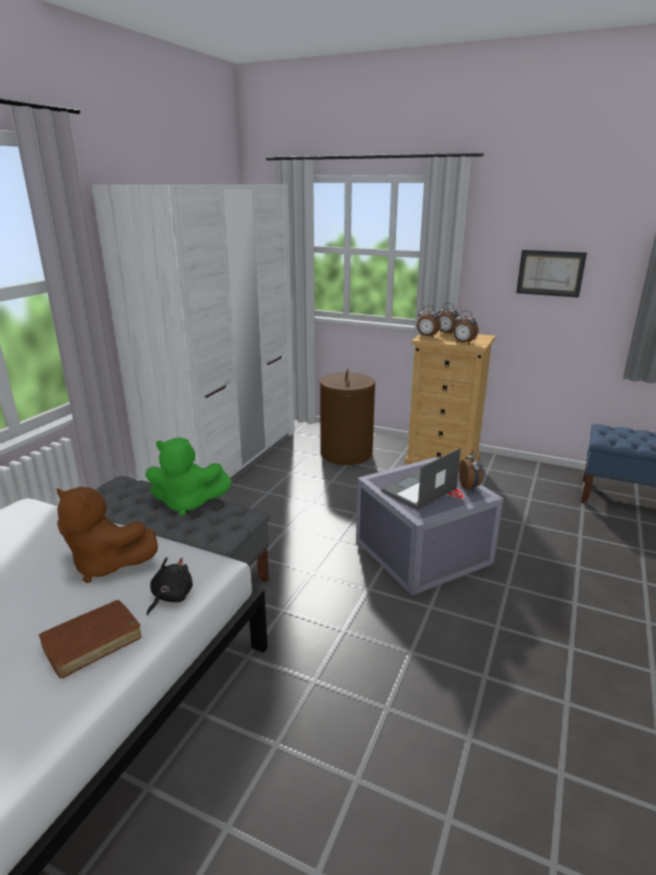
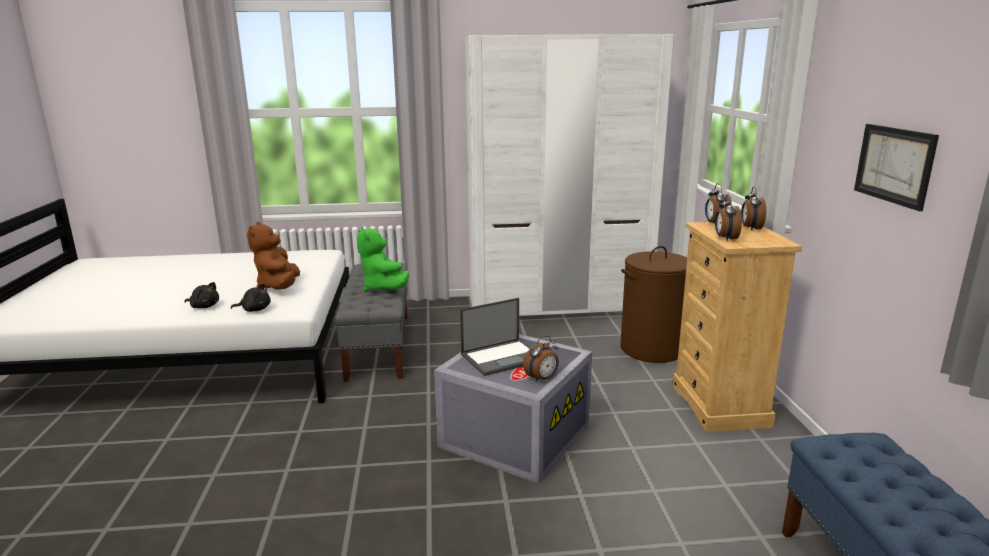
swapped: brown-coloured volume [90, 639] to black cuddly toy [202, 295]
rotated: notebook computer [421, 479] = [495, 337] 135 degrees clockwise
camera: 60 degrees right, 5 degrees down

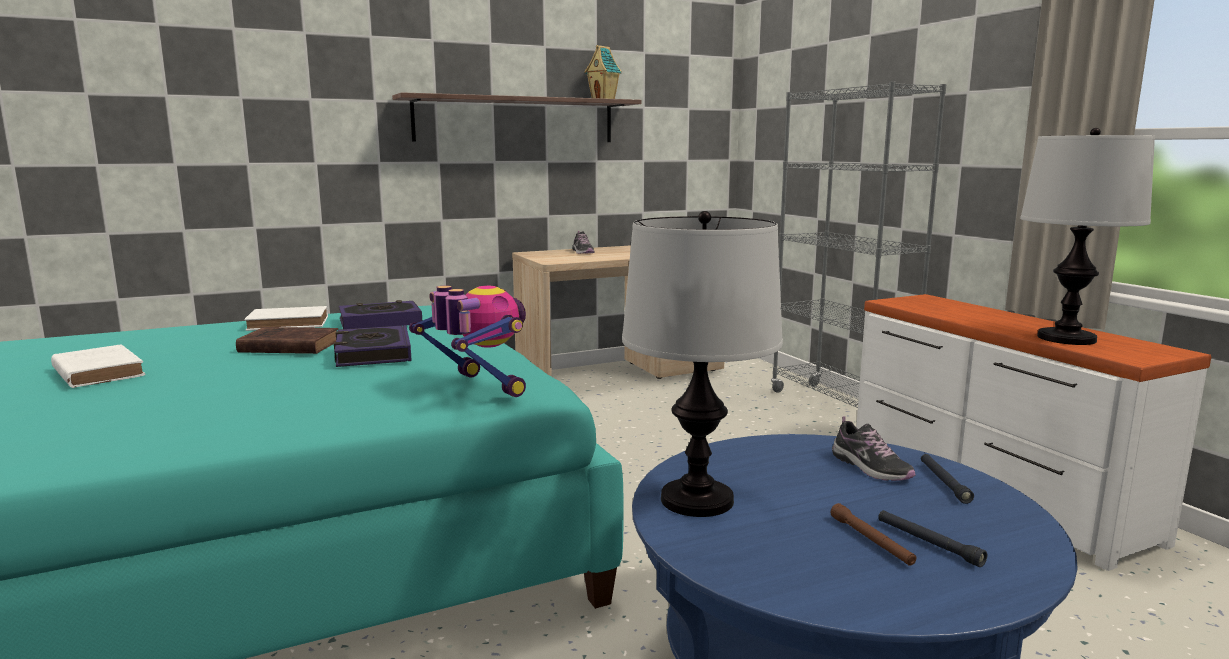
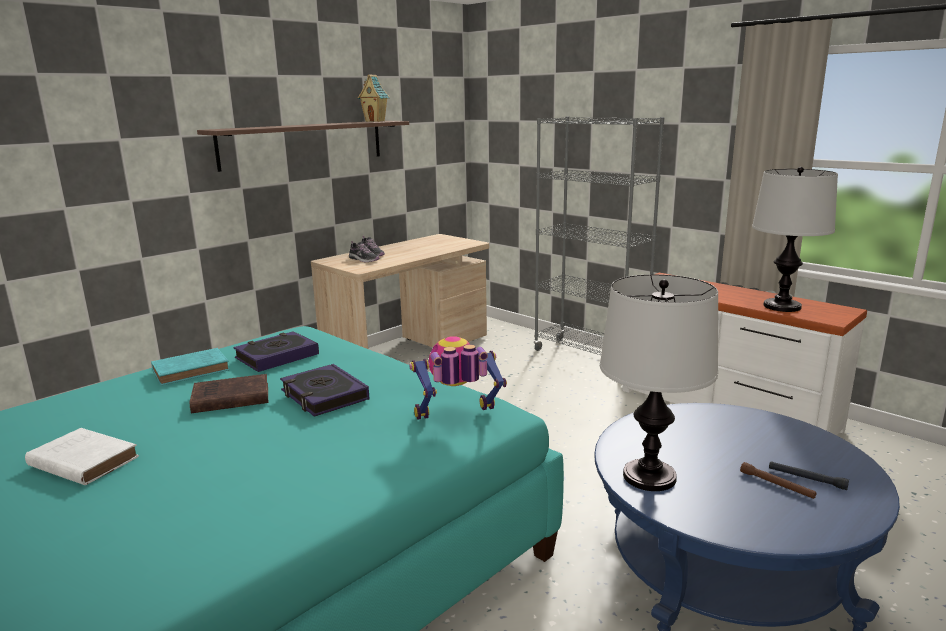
gone: black torch [947, 479]
shifted: item of footwear [874, 448] to [364, 251]
repainted: white-coloured volume [286, 318] to turquoise-coloured volume [190, 367]
rotated: toy robot [467, 341] = [458, 378] 45 degrees counterclockwise
camera: 20 degrees left, 5 degrees up

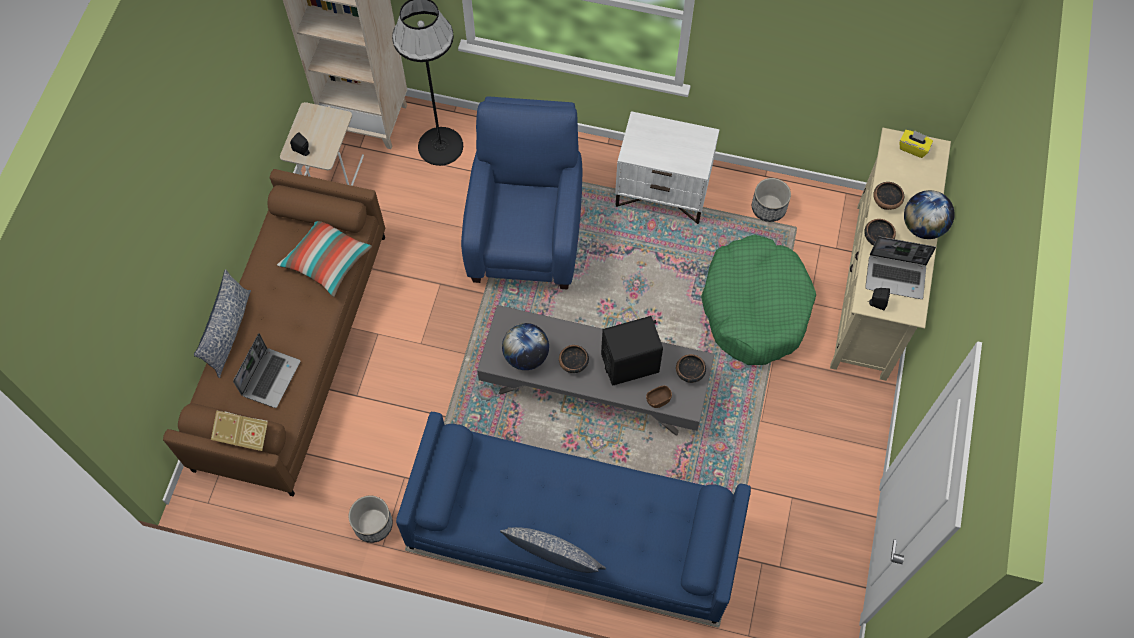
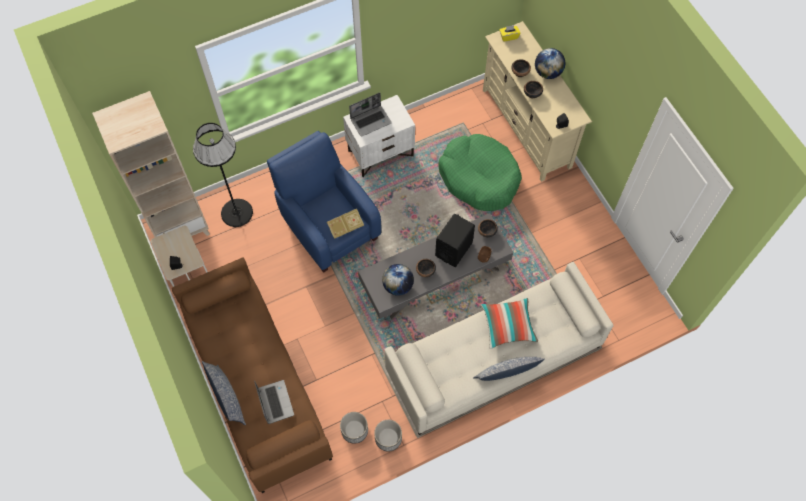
shifted: volume [239, 430] to [345, 224]; plant pot [771, 200] to [354, 428]; notebook computer [900, 268] to [370, 114]; throw pillow [324, 259] to [509, 323]
repainted: blue settee [573, 517] to beige-coloured settee [498, 348]
camera: 40 degrees left, 0 degrees up

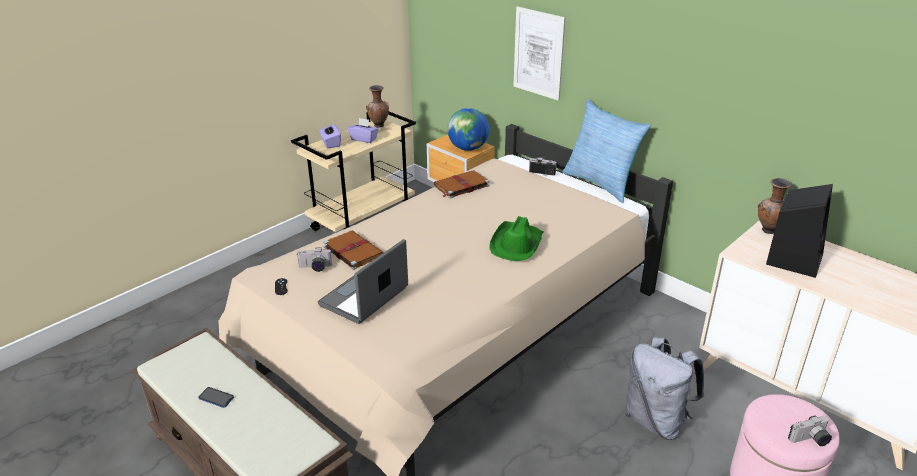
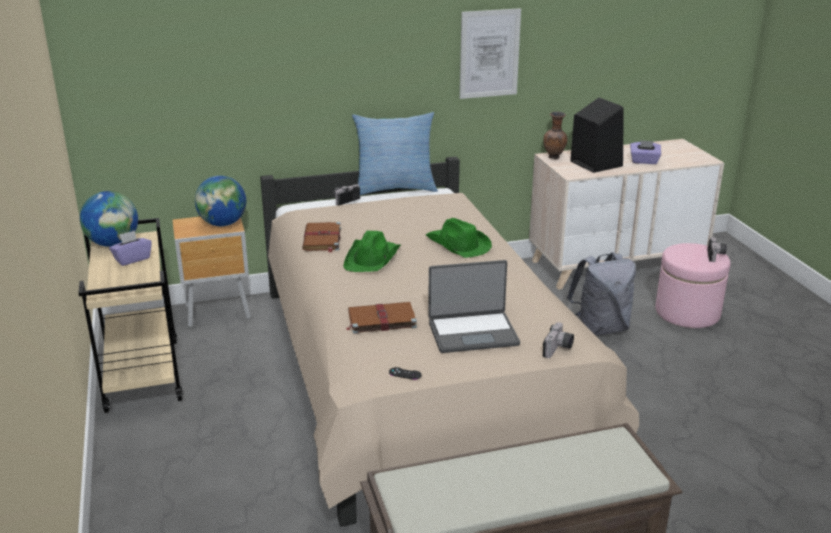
gone: phone [216, 397]
new: greenish hat [372, 251]
shifted: wall picture [539, 53] to [490, 53]; photo camera [314, 259] to [558, 340]; purple tissue holder [330, 135] to [645, 152]
swapped: brown-coloured vase [377, 106] to world globe [109, 219]
rotated: notebook computer [363, 281] = [474, 306] 75 degrees counterclockwise
camera: 60 degrees left, 5 degrees down

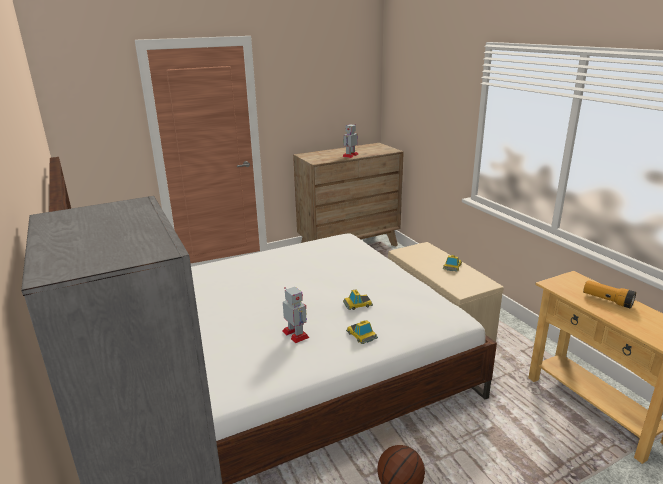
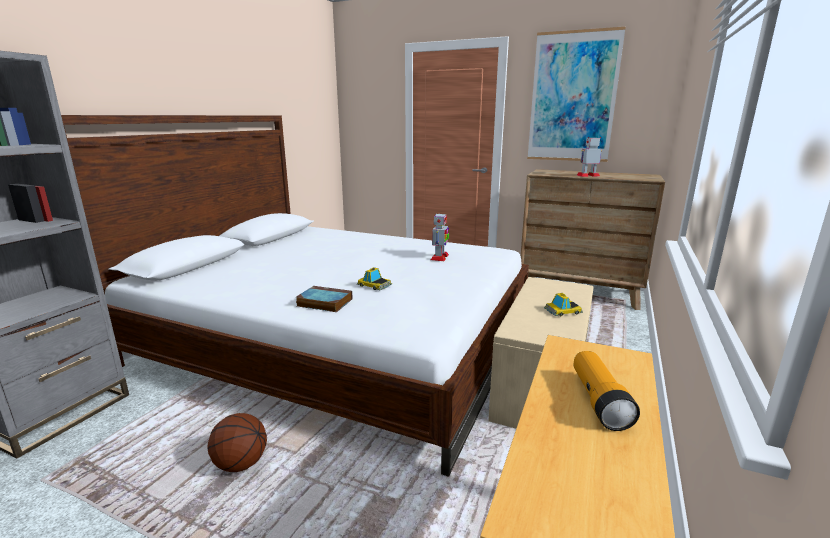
new: wall picture [576, 94]
shifted: toy robot [295, 315] to [440, 236]
swapped: miniature car [362, 332] to volume [324, 299]
camera: 50 degrees right, 5 degrees down

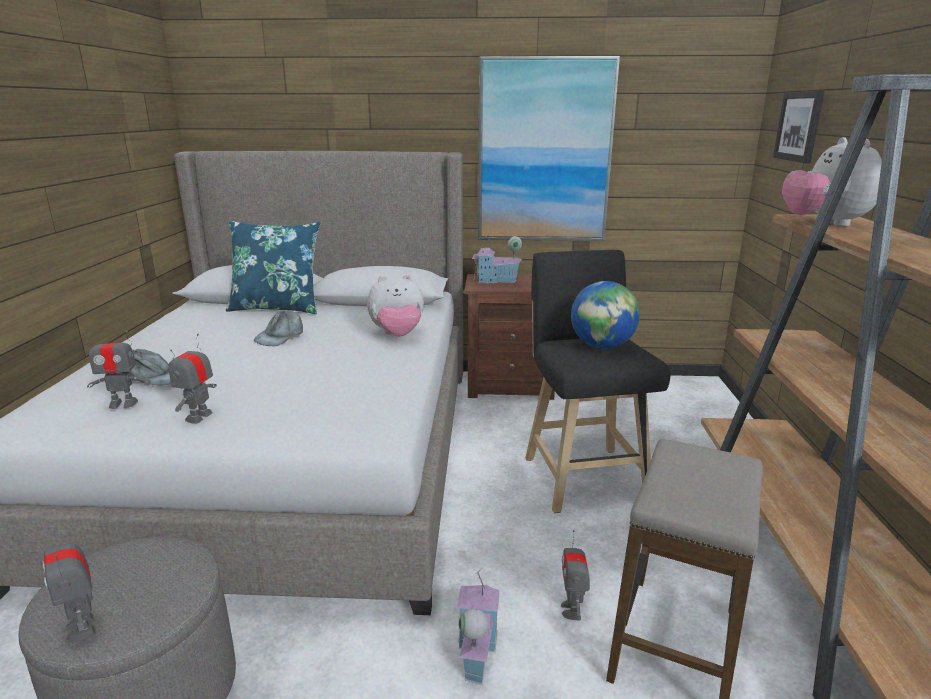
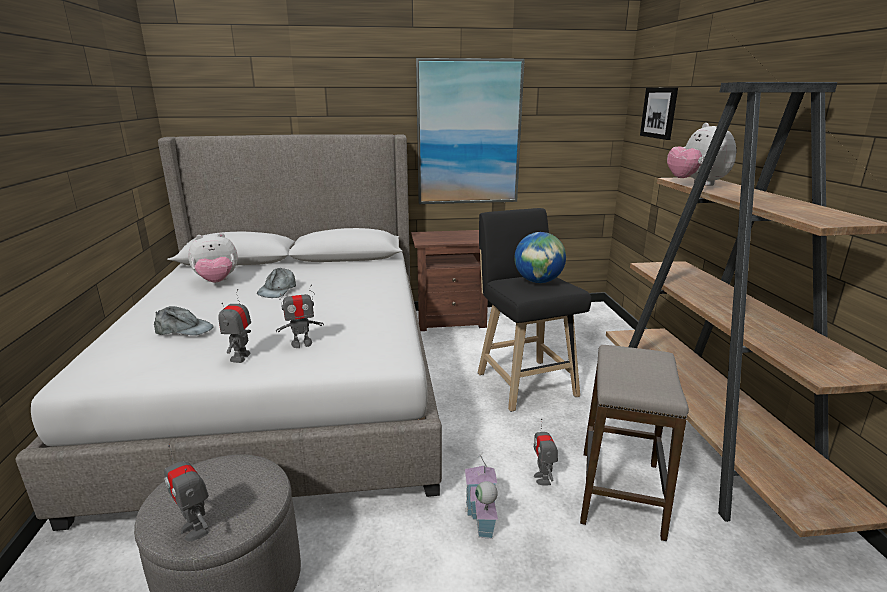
gone: blue throw pillow [273, 267]; toy house [497, 258]
shifted: cuddly toy [395, 305] to [213, 257]; toy robot [116, 370] to [300, 316]
camera: 10 degrees left, 0 degrees up

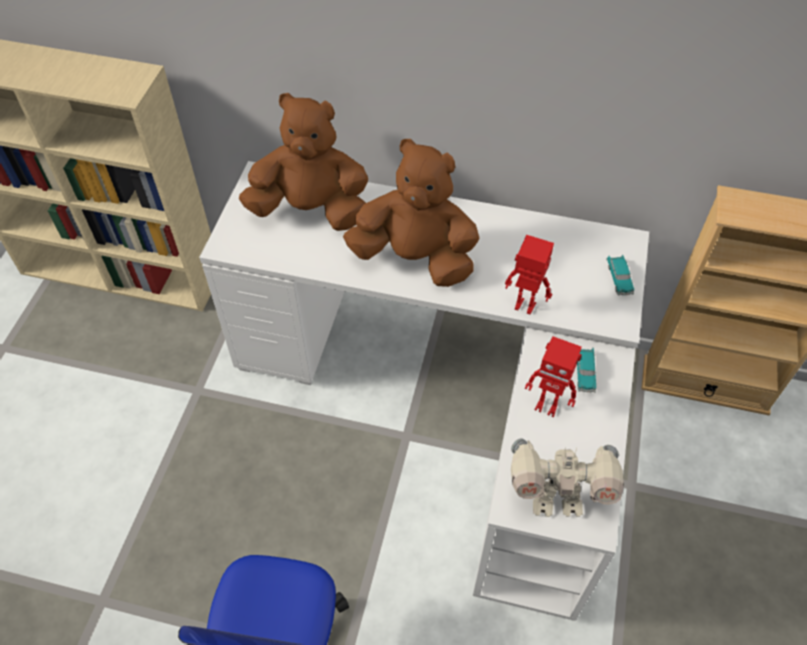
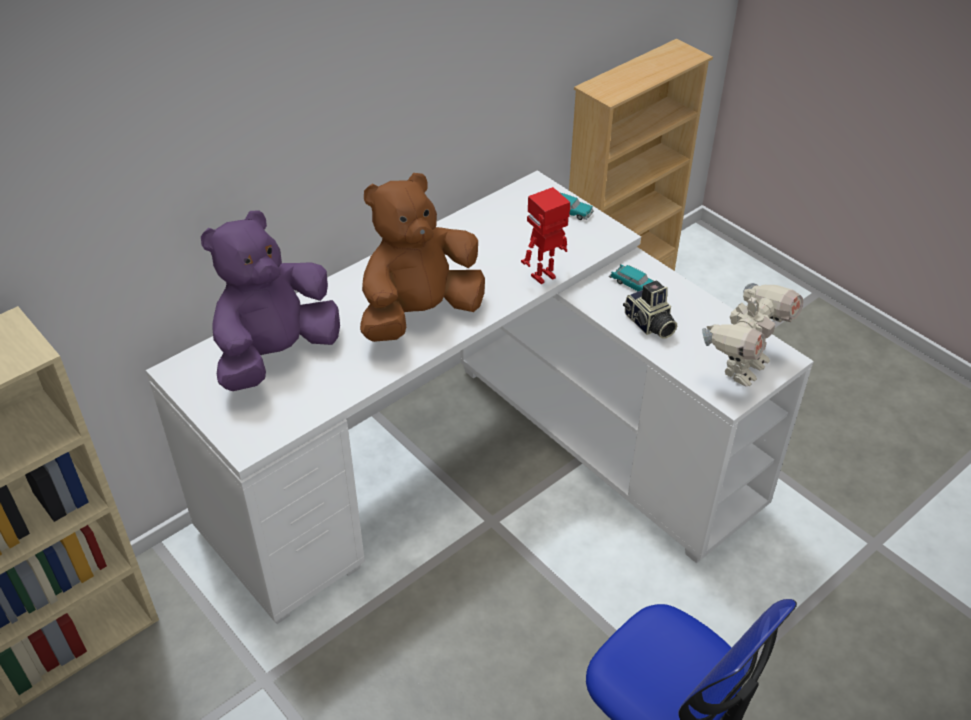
swapped: toy robot [553, 376] to photo camera [650, 309]
repainted: brown-coloured cuddly toy [303, 162] to purple cuddly toy [270, 300]
camera: 55 degrees left, 10 degrees down

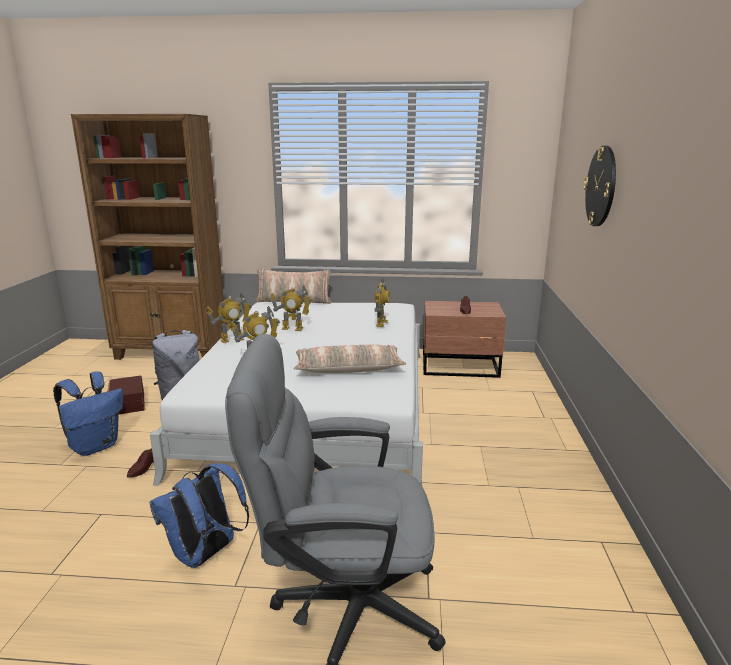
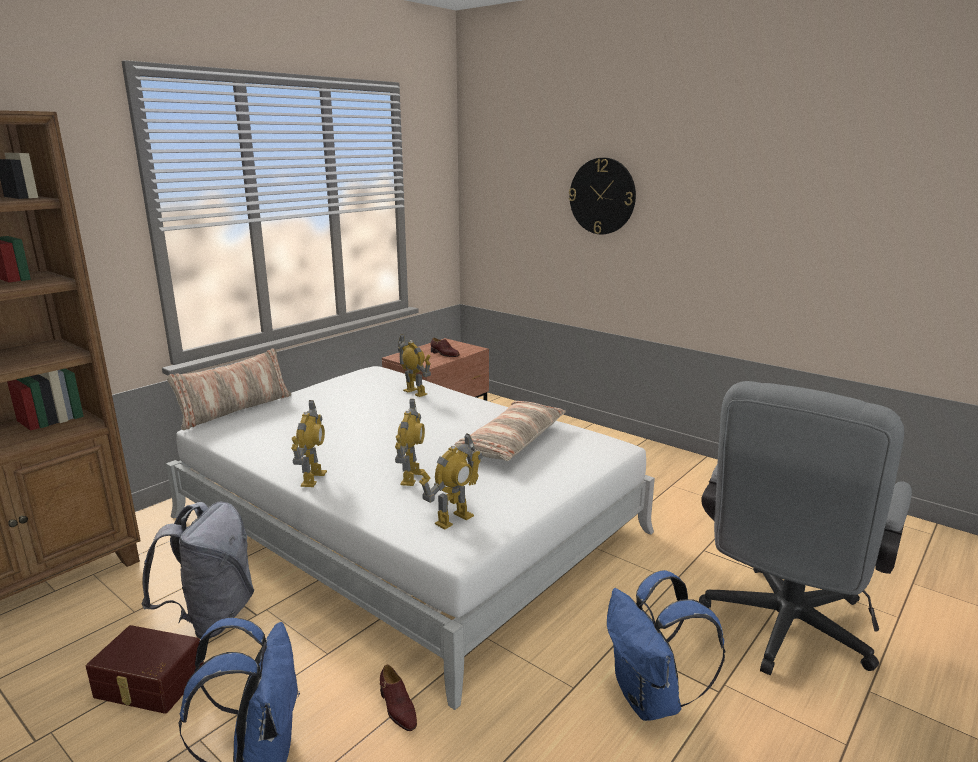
shifted: toy robot [291, 308] to [451, 481]
camera: 55 degrees left, 0 degrees up

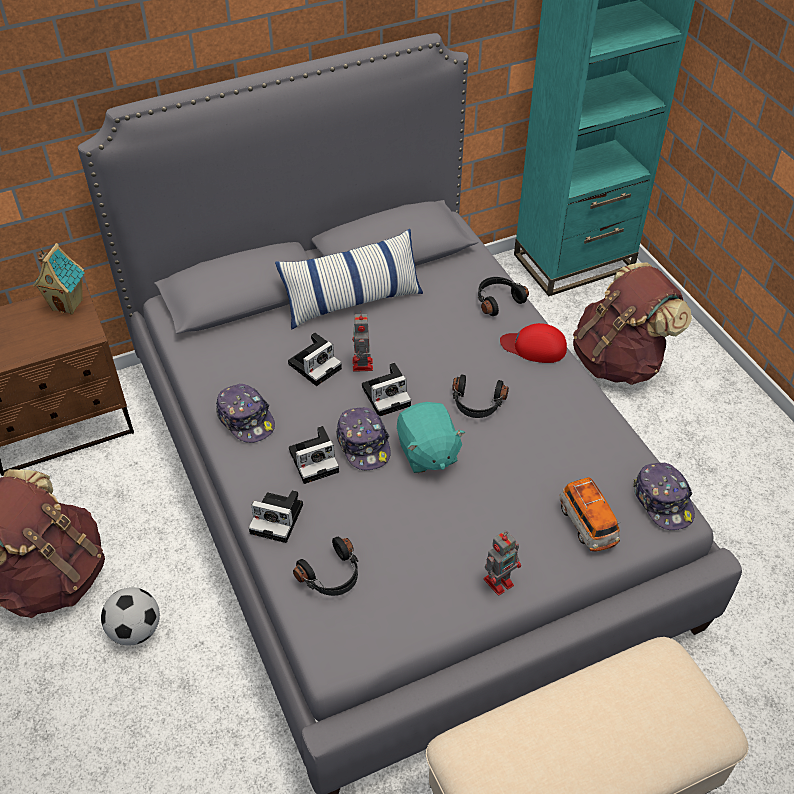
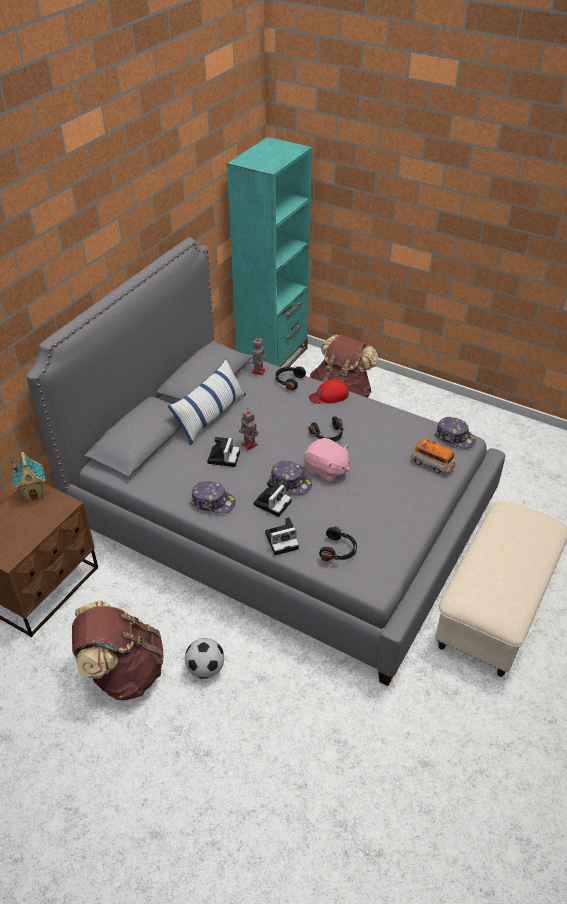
gone: photo camera [386, 389]
shifted: toy robot [502, 563] to [259, 356]
repainted: turquoise-coloured cuddly toy [431, 437] to pinkish cuddly toy [327, 460]
camera: 35 degrees left, 5 degrees down

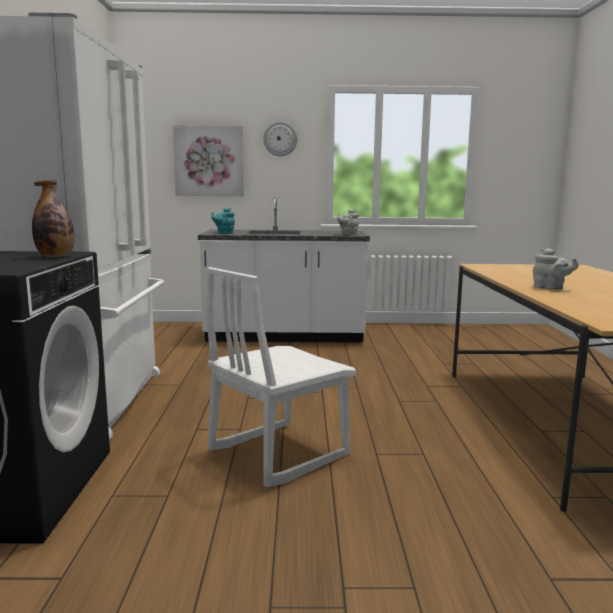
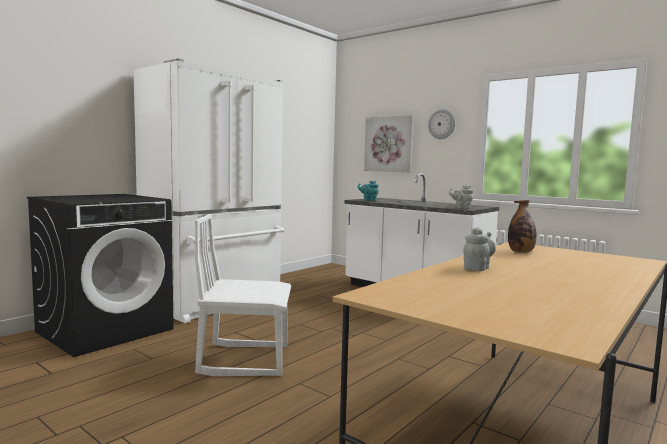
shifted: beverage bottle [53, 218] to [522, 226]
rotated: gray teapot [556, 269] = [479, 249] 135 degrees counterclockwise
camera: 40 degrees right, 5 degrees down

